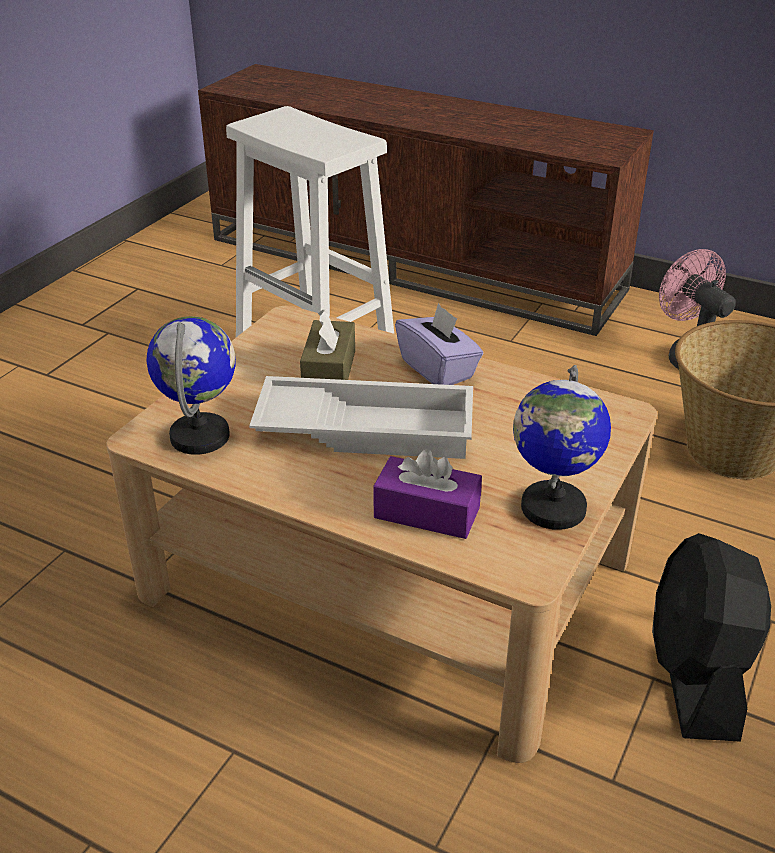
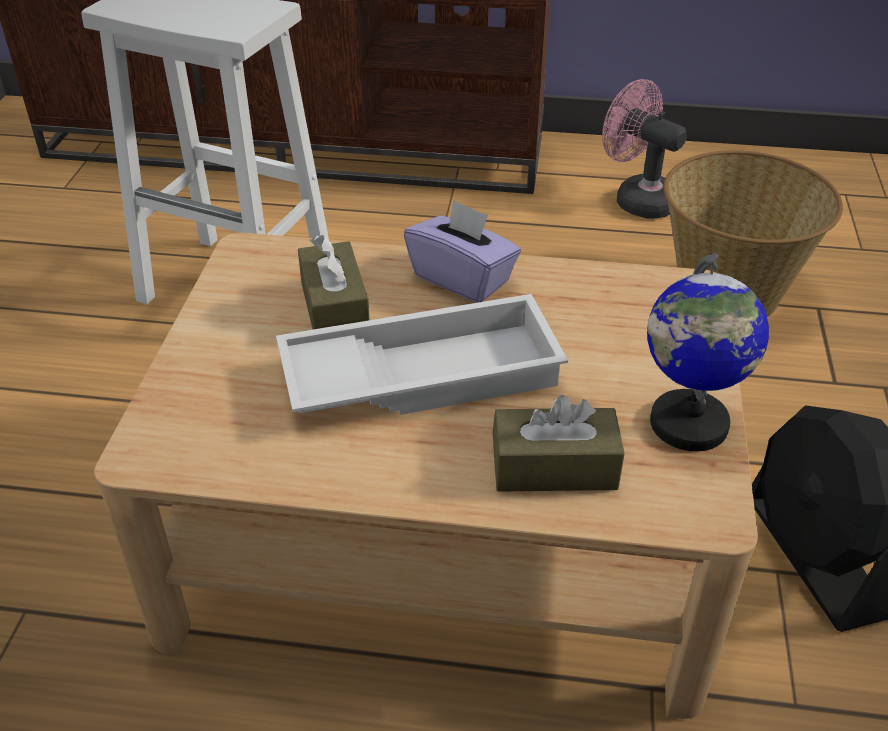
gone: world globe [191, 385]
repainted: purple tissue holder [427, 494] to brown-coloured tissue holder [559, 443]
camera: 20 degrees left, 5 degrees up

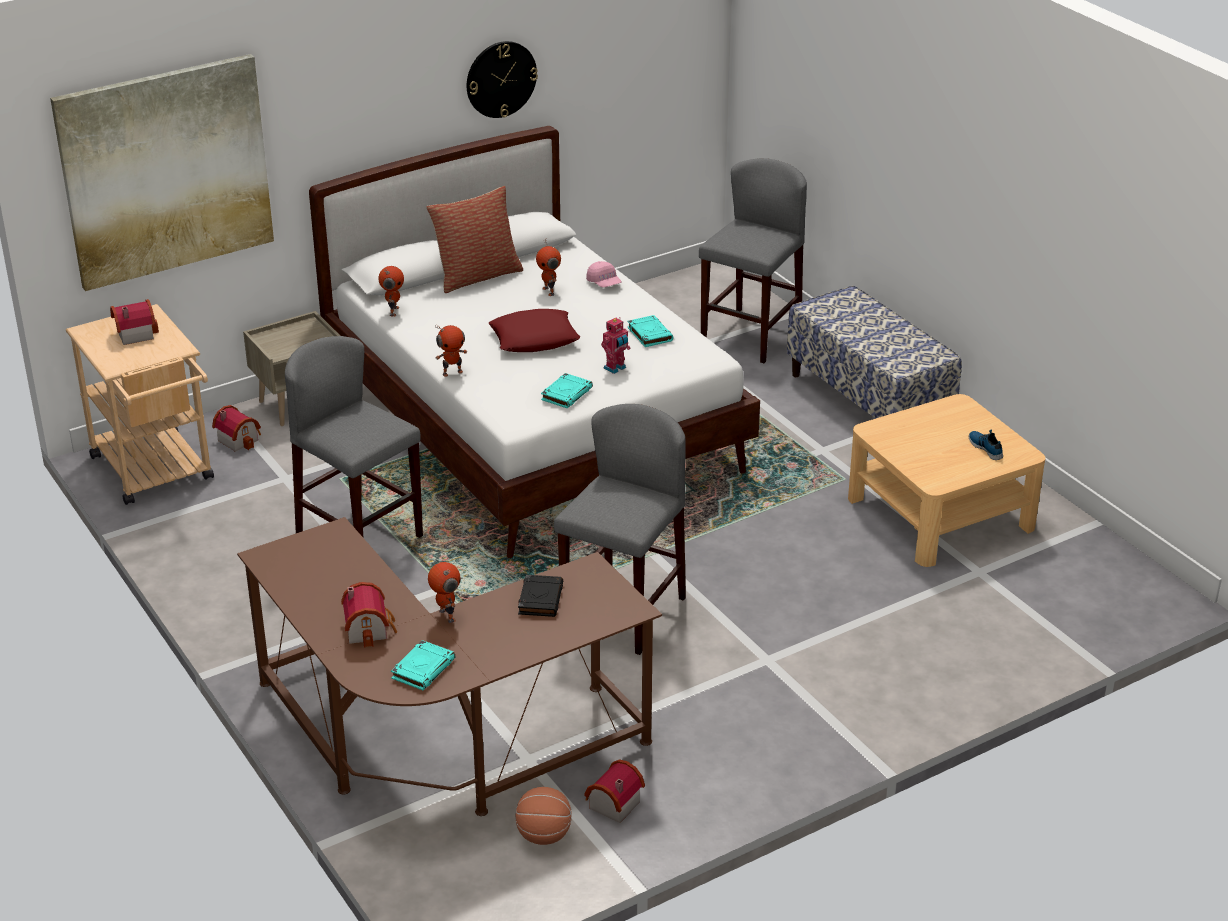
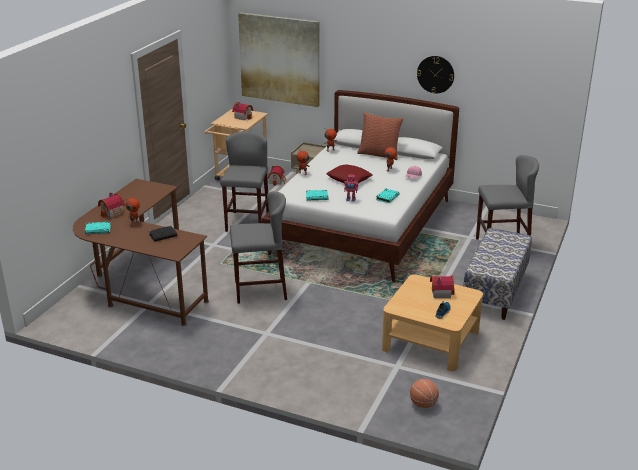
shifted: basketball ball [544, 816] to [424, 393]; toy house [614, 791] to [442, 286]
camera: 55 degrees right, 5 degrees down

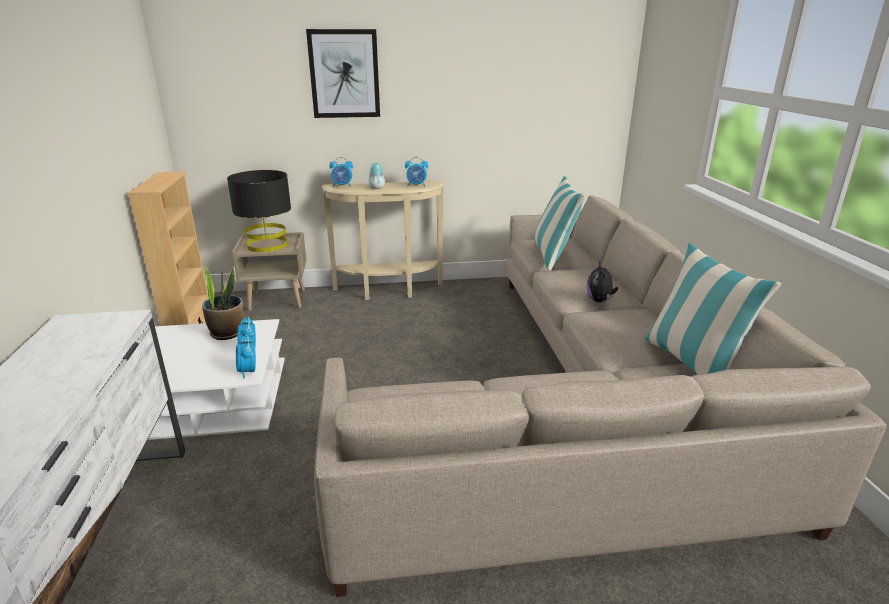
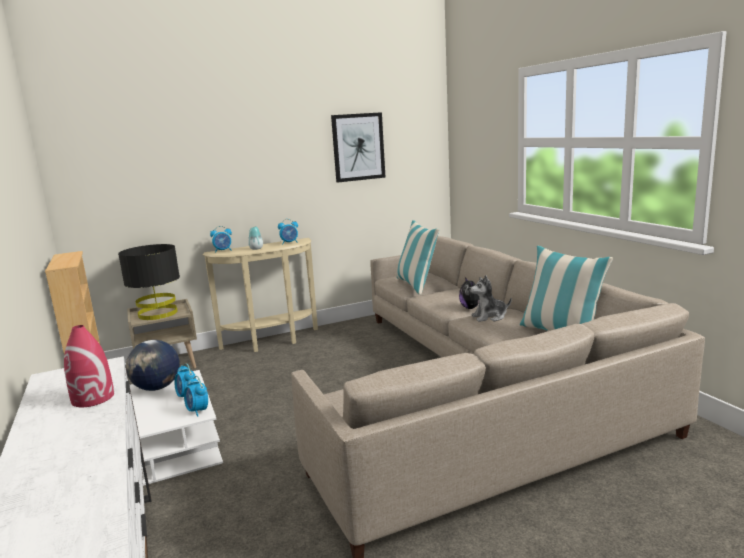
new: reddish vase [89, 366]; cuddly toy [491, 298]
shifted: wall picture [343, 73] to [358, 147]
swapped: plant in a pot [222, 302] to world globe [153, 365]
camera: 15 degrees left, 10 degrees down

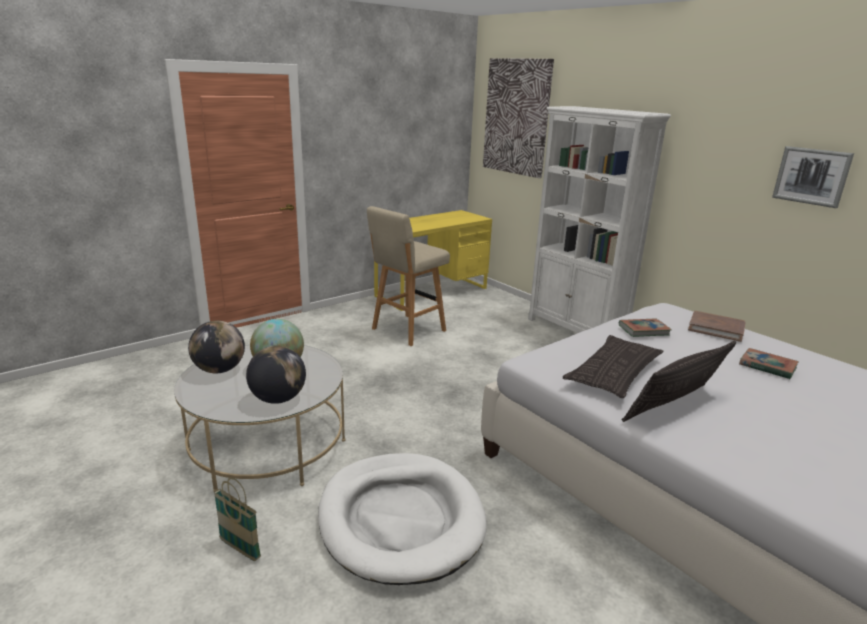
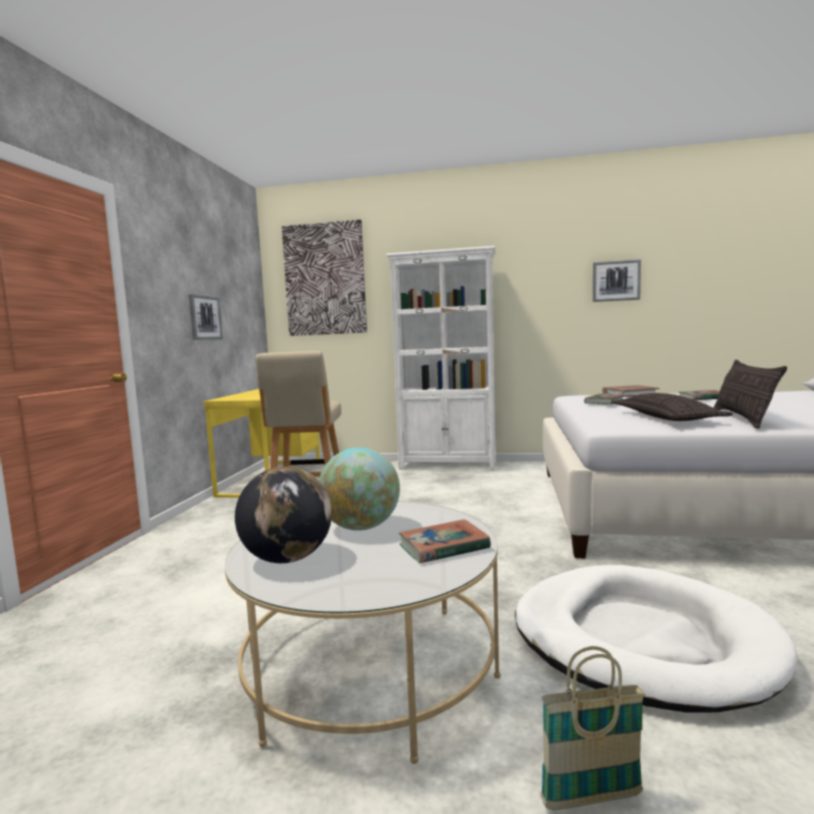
new: wall picture [206, 317]
swapped: world globe [276, 375] to volume [445, 541]
camera: 40 degrees left, 15 degrees down

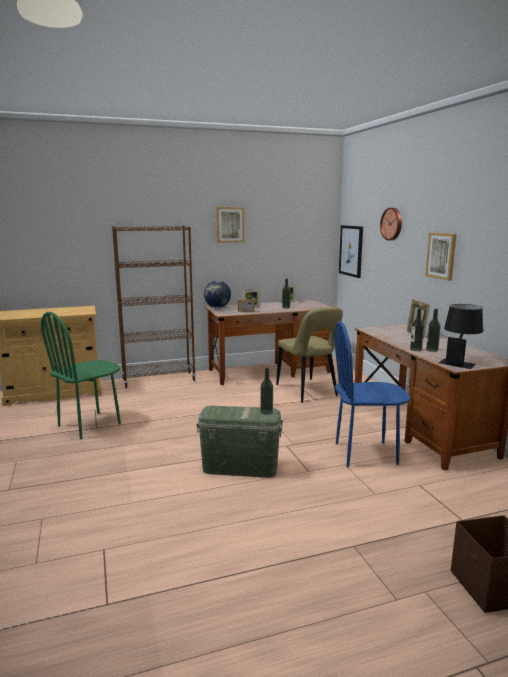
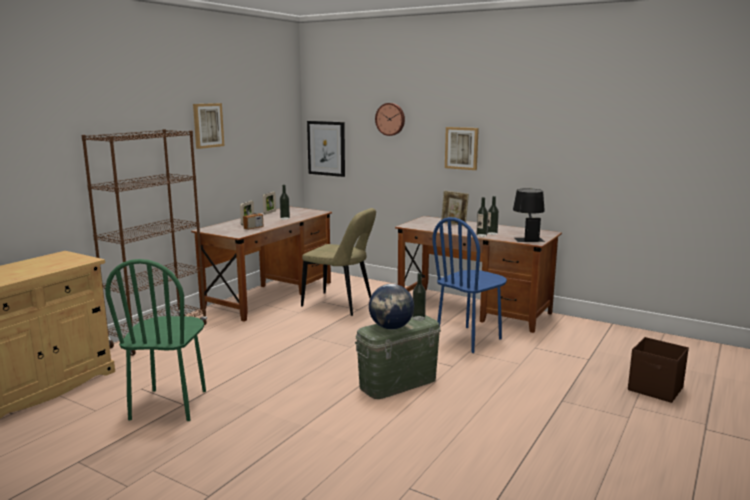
shifted: world globe [217, 294] to [391, 307]
camera: 40 degrees left, 0 degrees up

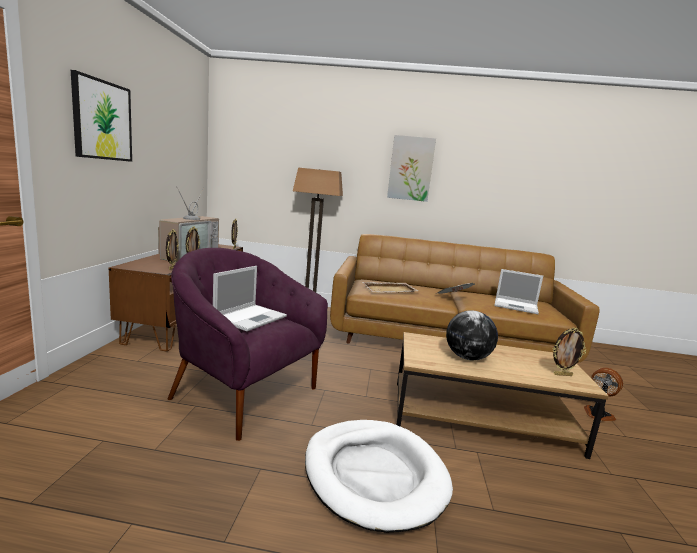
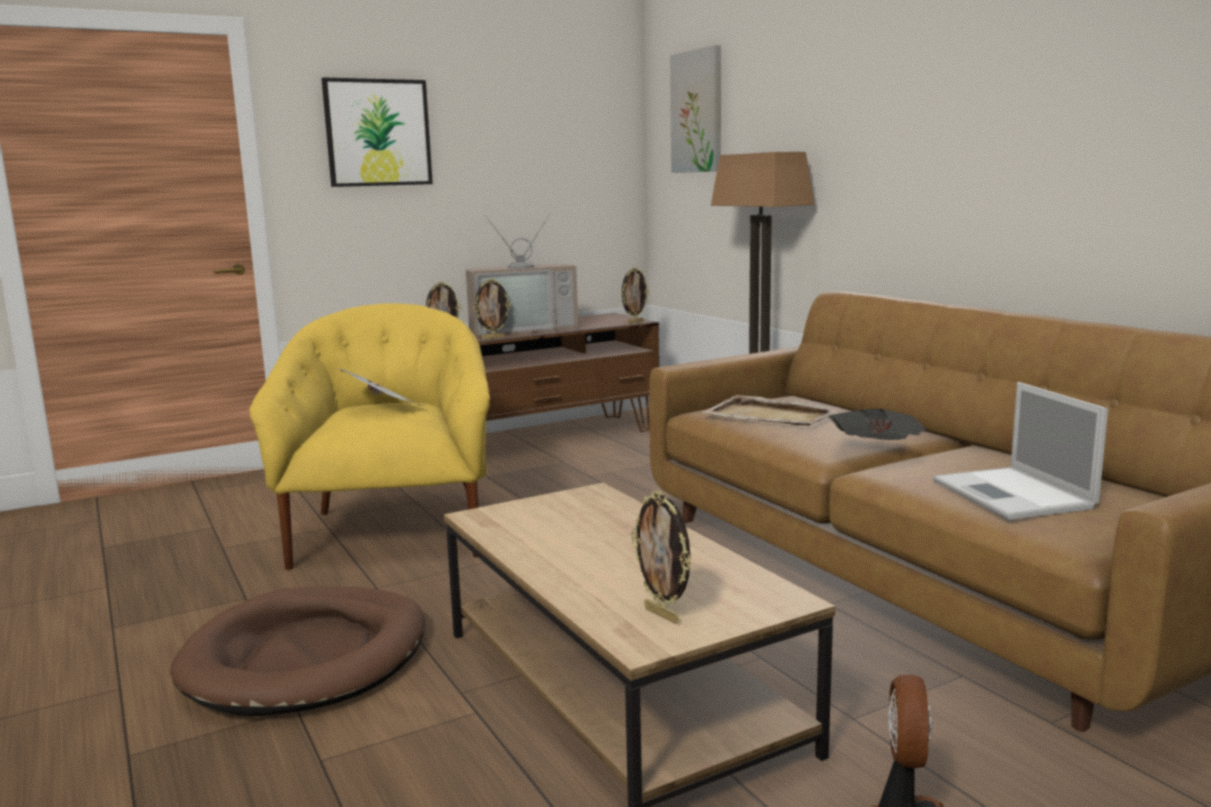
gone: world globe [472, 335]
shifted: wall picture [411, 168] to [695, 109]
swapped: notebook computer [250, 298] to newspaper [380, 387]
repainted: white-coloured dog bed [379, 476] to brown-coloured dog bed [297, 651]; purple armchair [248, 344] to yellowish armchair [369, 436]
camera: 55 degrees right, 0 degrees up

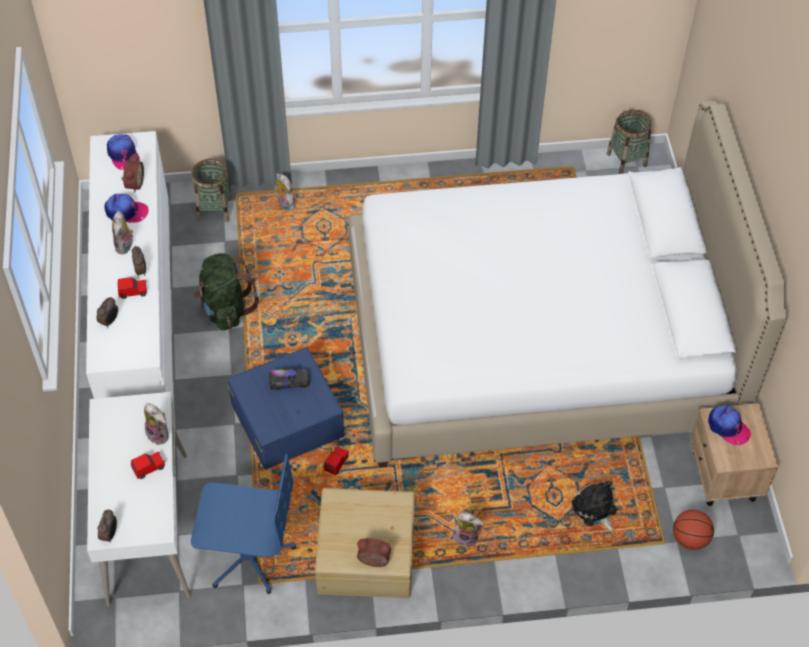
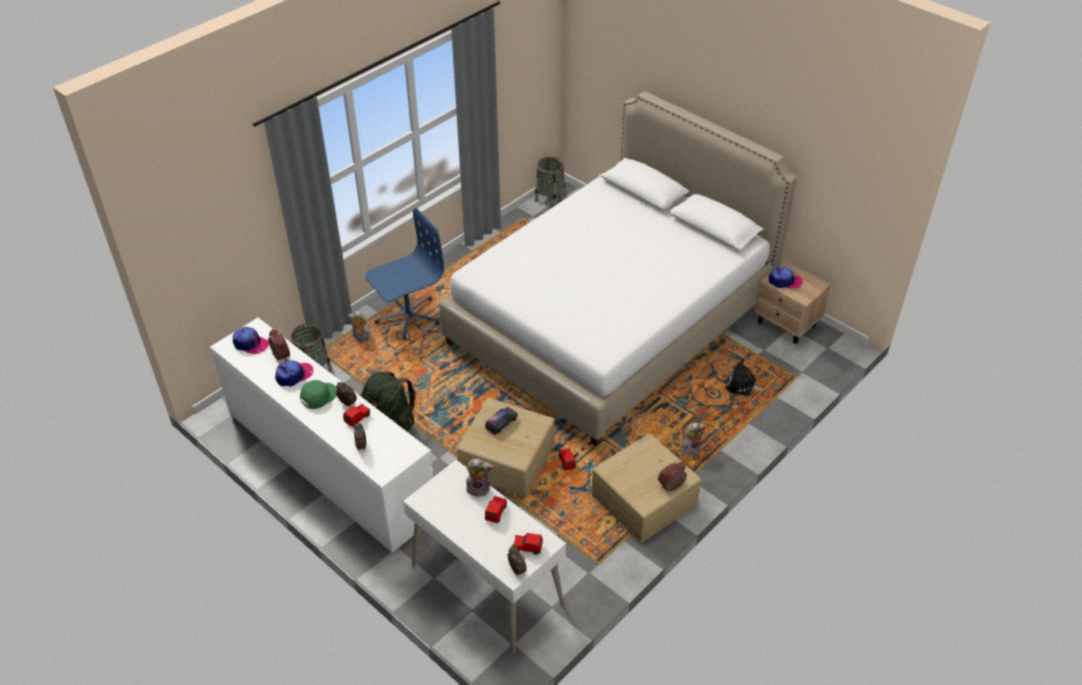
gone: basketball ball [693, 530]
new: reddish miniature car [528, 544]
shifted: blue desk chair [243, 523] to [404, 274]
swapped: cuddly toy [122, 232] to greenish peaked cap [318, 394]
repainted: blue storage bin [285, 408] to beige-coloured storage bin [505, 447]
camera: 40 degrees left, 10 degrees down

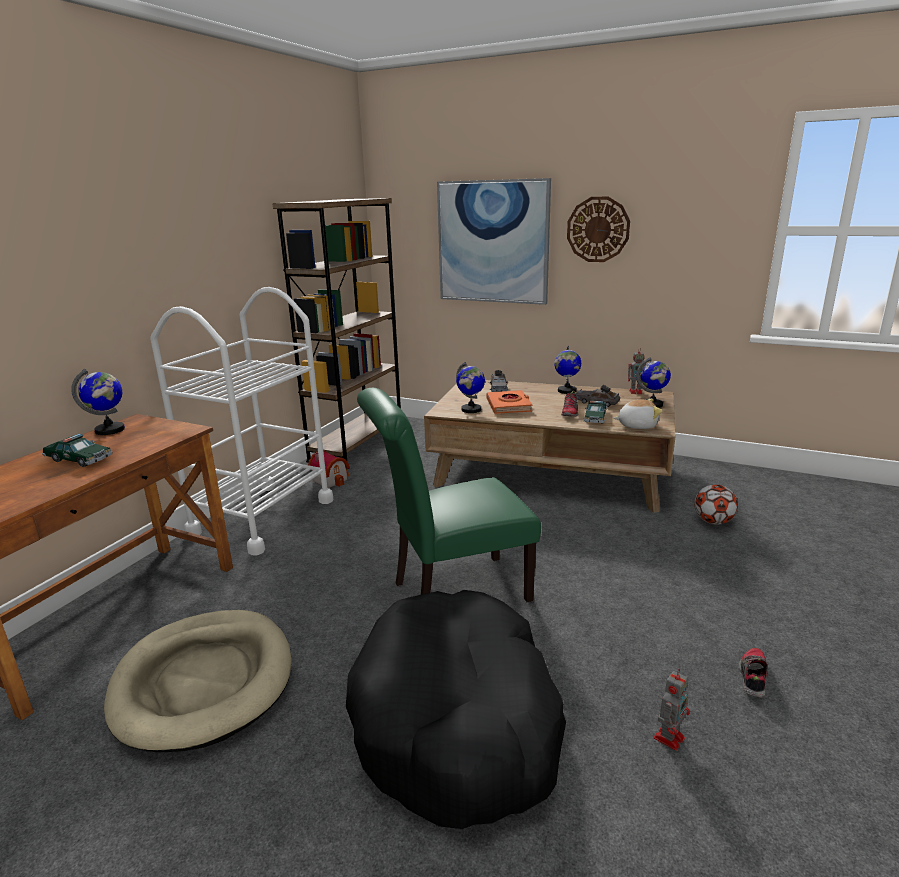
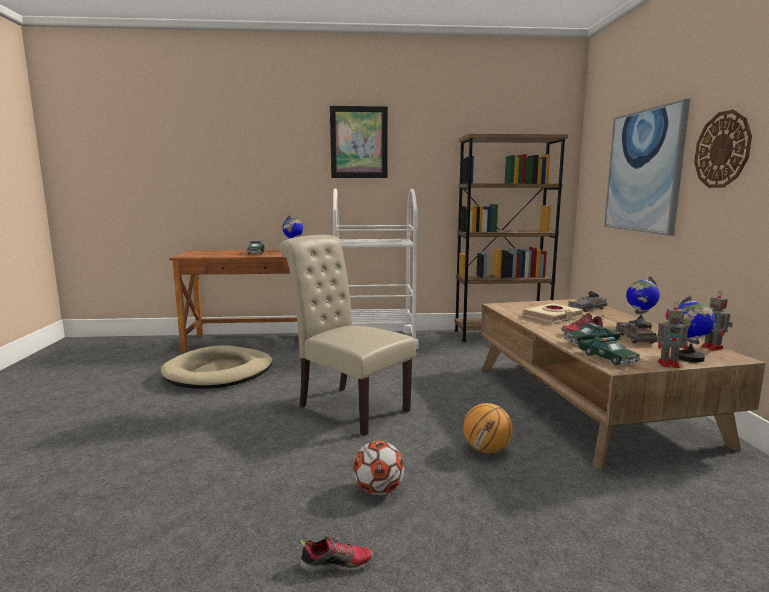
gone: toy house [329, 469]; black dog bed [456, 709]; world globe [470, 387]
new: wall picture [359, 142]; basketball ball [488, 428]
shifted: ball for football [716, 504] to [378, 468]; toy robot [672, 710] to [673, 334]
swapped: cuddly toy [638, 414] to miniature car [608, 351]
repainted: greenish upright chair [449, 495] to beige-coloured upright chair [347, 335]; orange volume [509, 402] to beige-coloured volume [553, 313]
camera: 60 degrees right, 10 degrees down

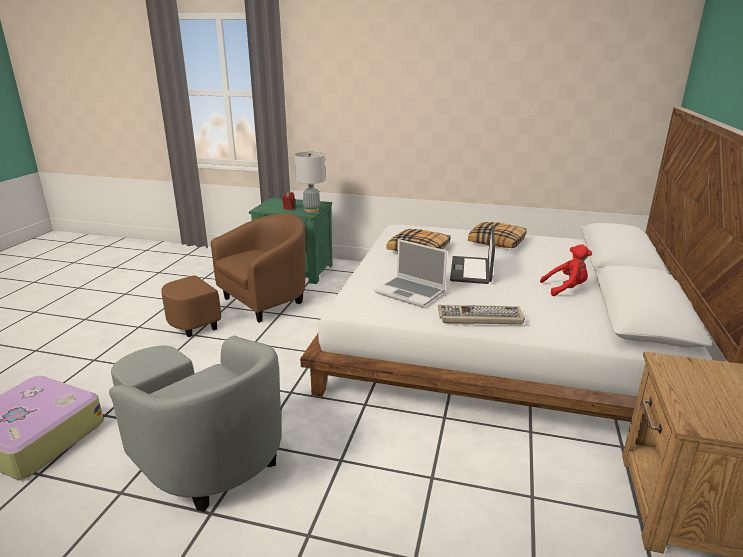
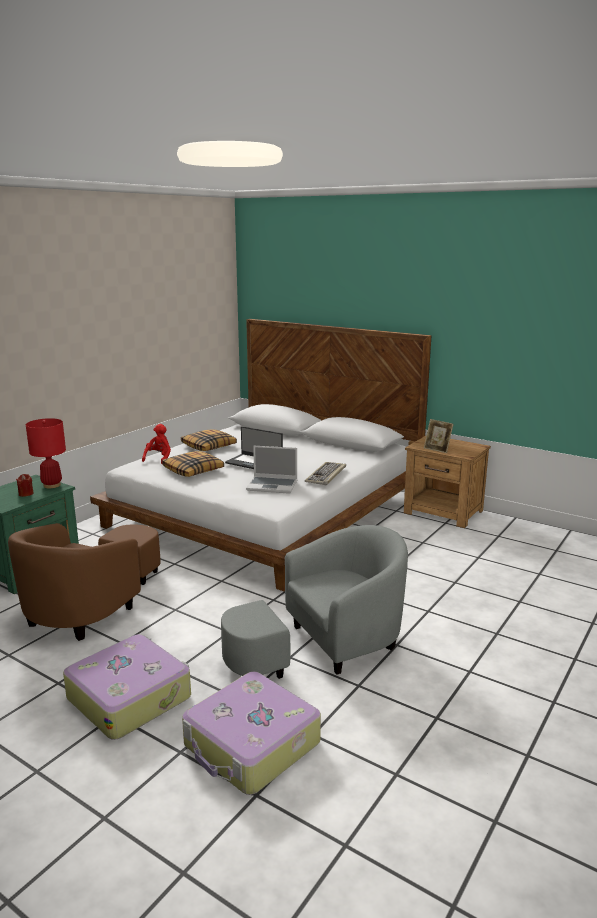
new: piece of luggage [127, 687]; standing frame [439, 436]
shifted: reddish cuddly toy [566, 270] to [156, 444]
repainted: gray table lamp [310, 182] to reddish table lamp [46, 453]
rotated: brown-coloured armchair [233, 275] = [84, 582] 135 degrees counterclockwise; notebook computer [411, 273] = [271, 470] 45 degrees clockwise
camera: 70 degrees left, 5 degrees down

